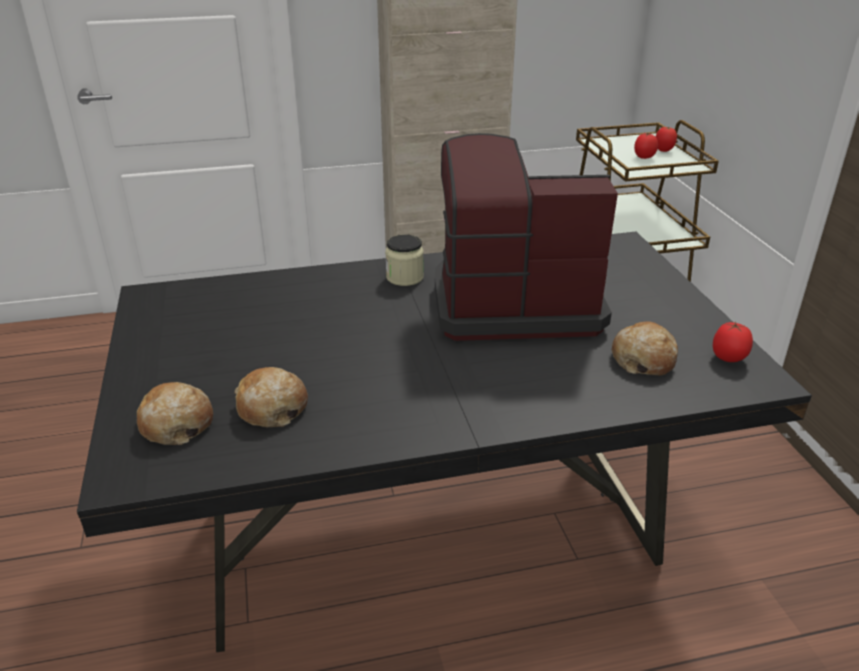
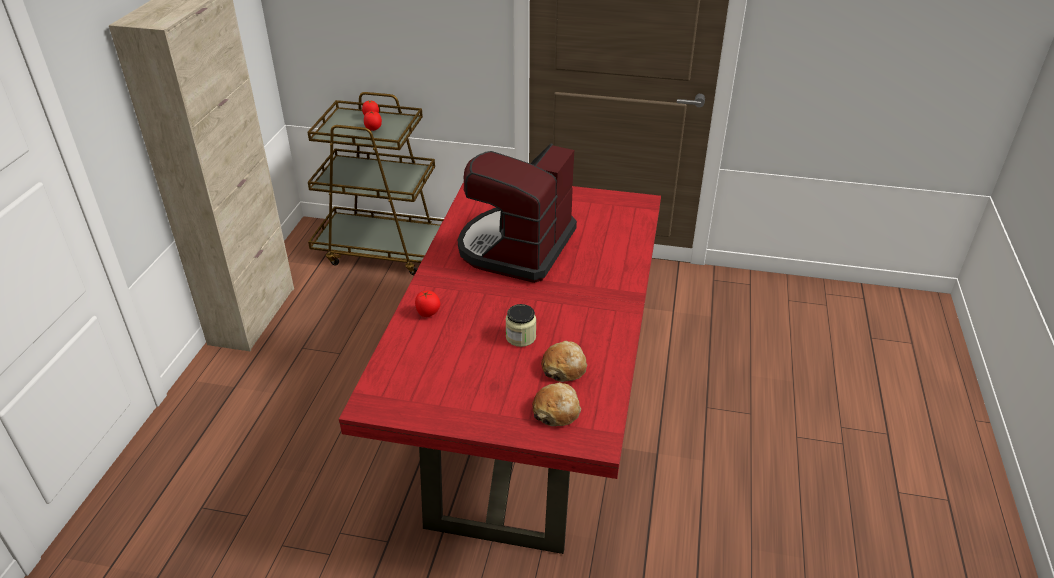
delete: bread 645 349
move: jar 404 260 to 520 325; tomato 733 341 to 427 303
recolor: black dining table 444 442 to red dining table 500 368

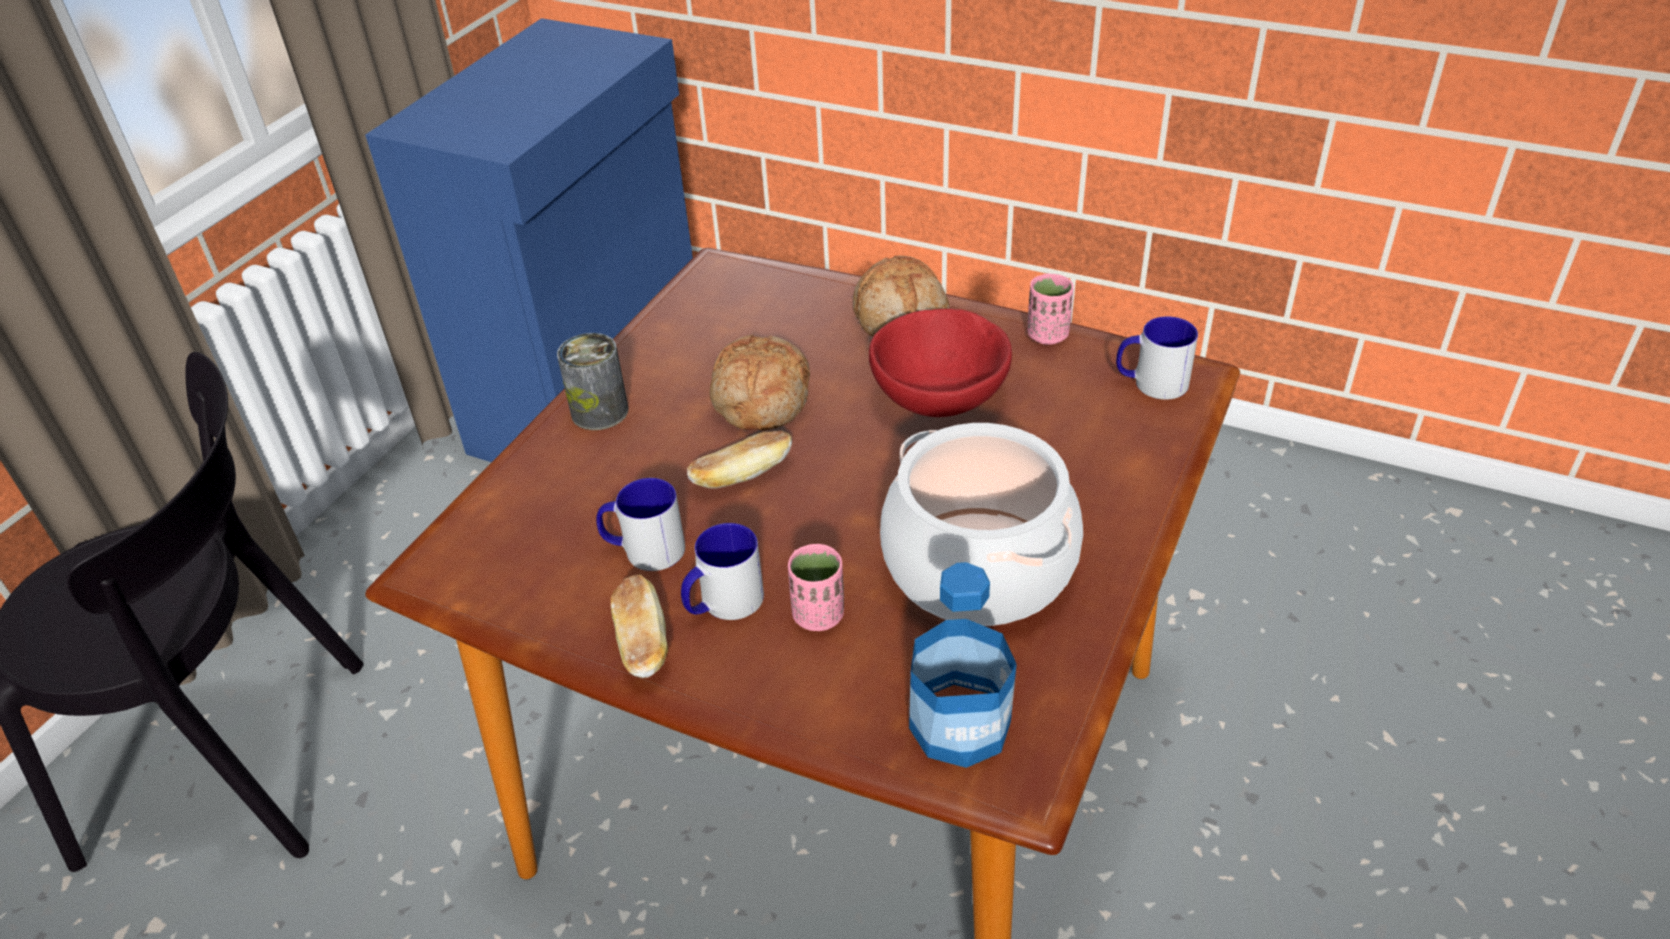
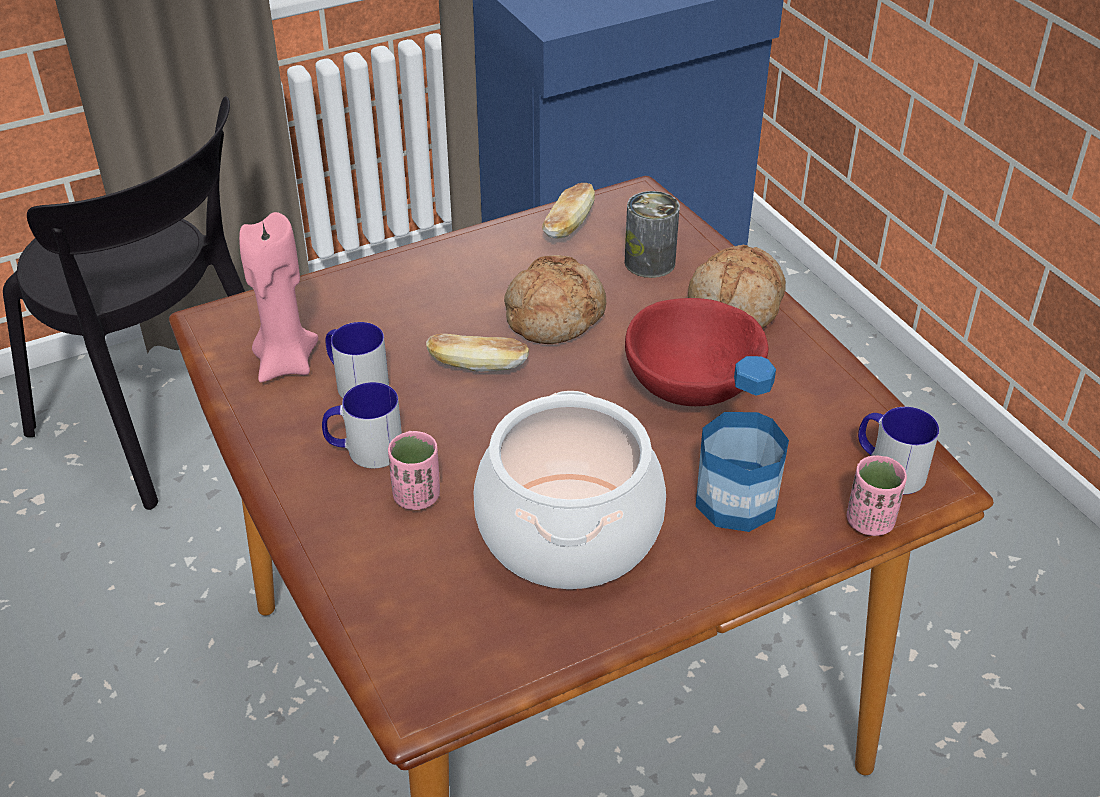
insert: pink candle 278 297
move: can 593 381 to 652 234; bread 639 626 to 568 210; bottle 963 665 to 742 444; pink cup 1050 309 to 877 495

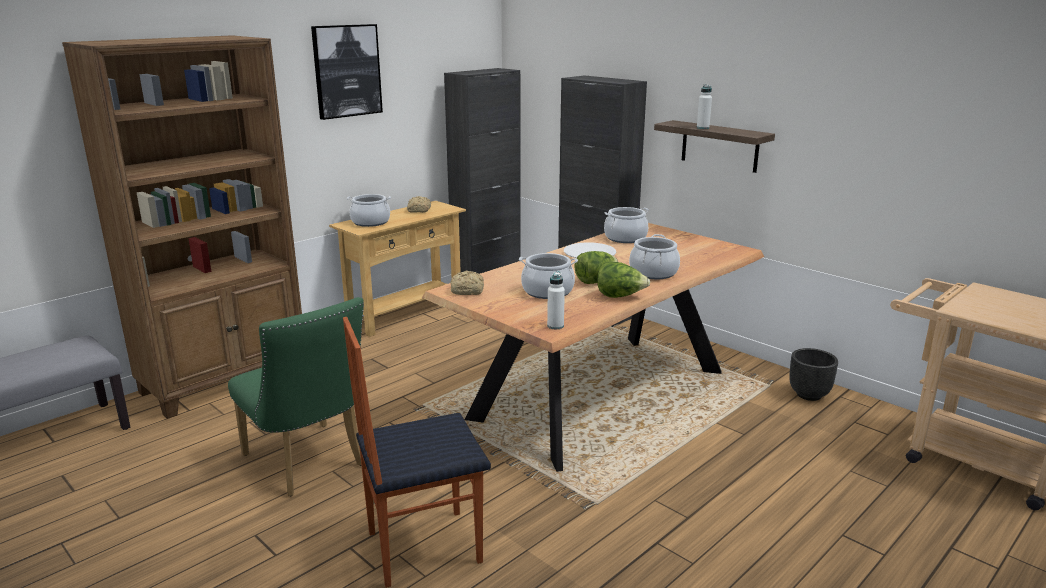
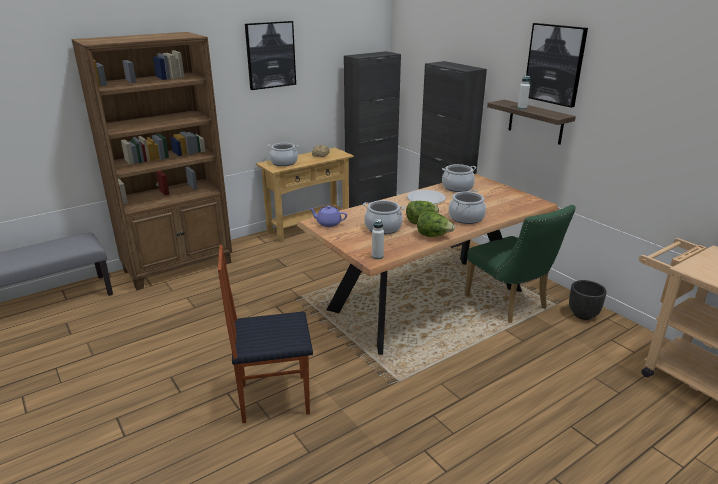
insert: picture 557 65
move: green chair 296 396 to 520 264
replace: bread 467 282 to purple teapot 328 216

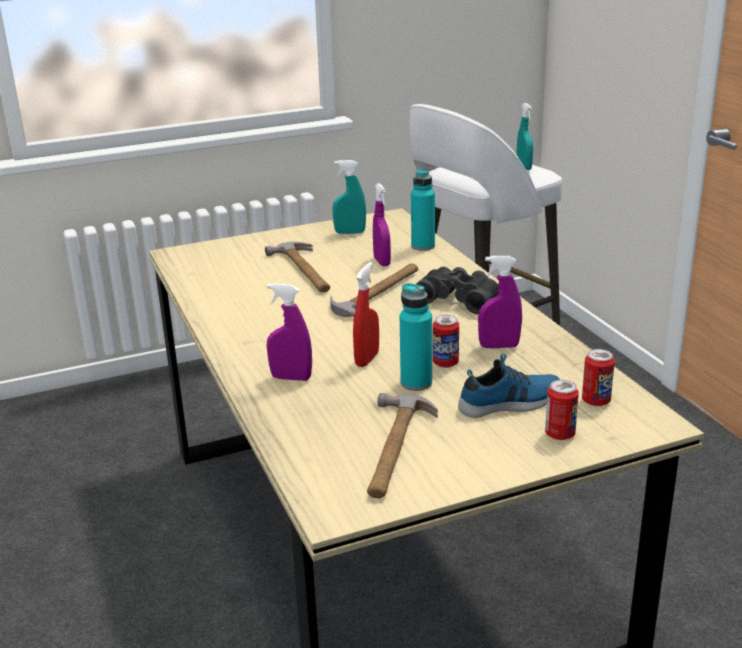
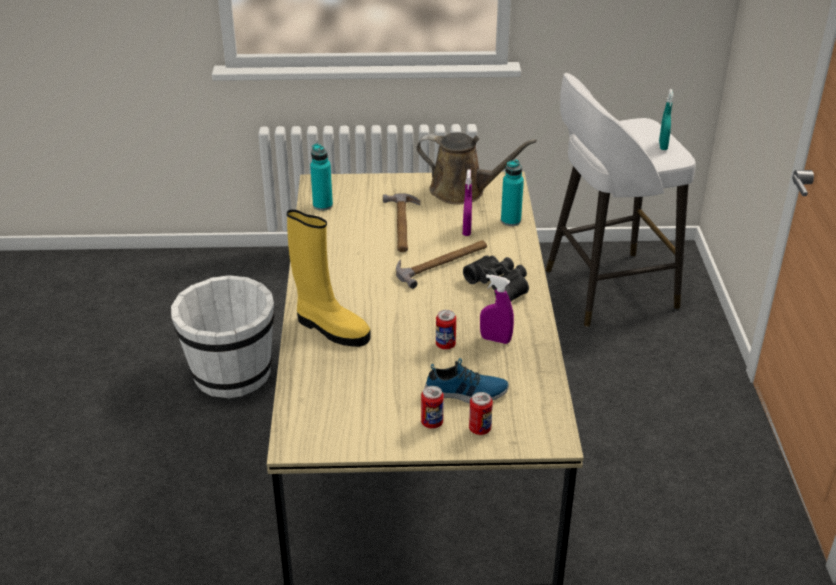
delete: red spray bottle 366 314; hammer 402 445
insert: white bucket 222 337
move: turquoise bottle 416 337 to 321 177; can 598 377 to 432 407
replace: purple spray bottle 289 332 to yellow boot 329 278; turquoise spray bottle 349 197 to brown watering can 476 168

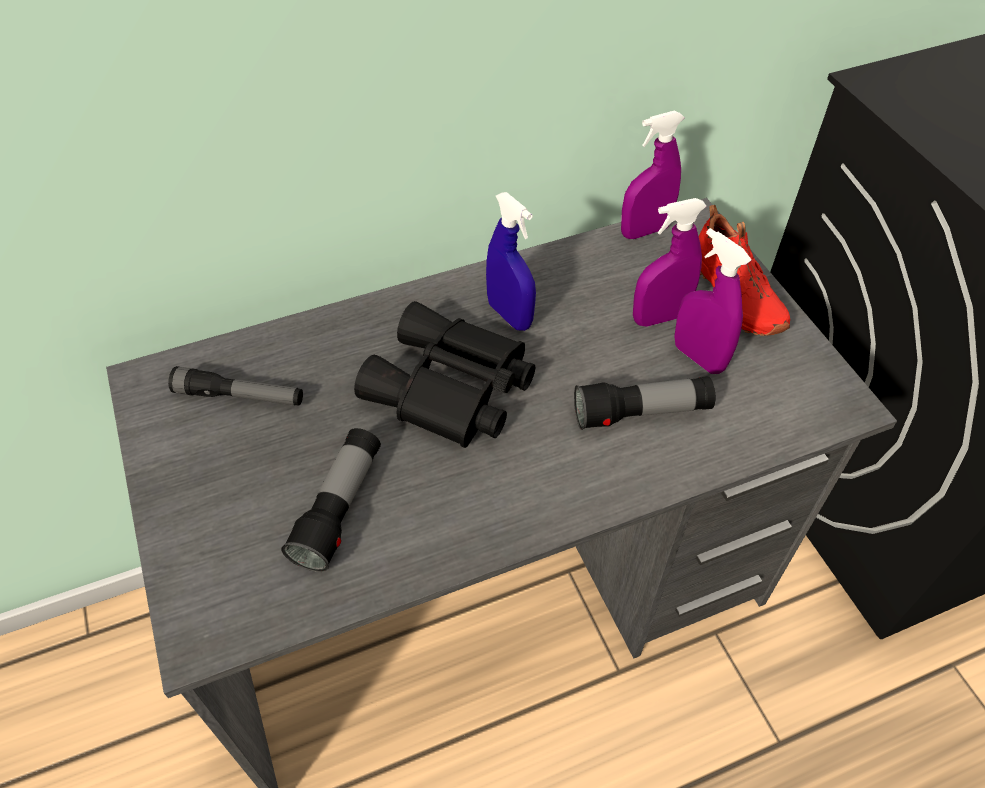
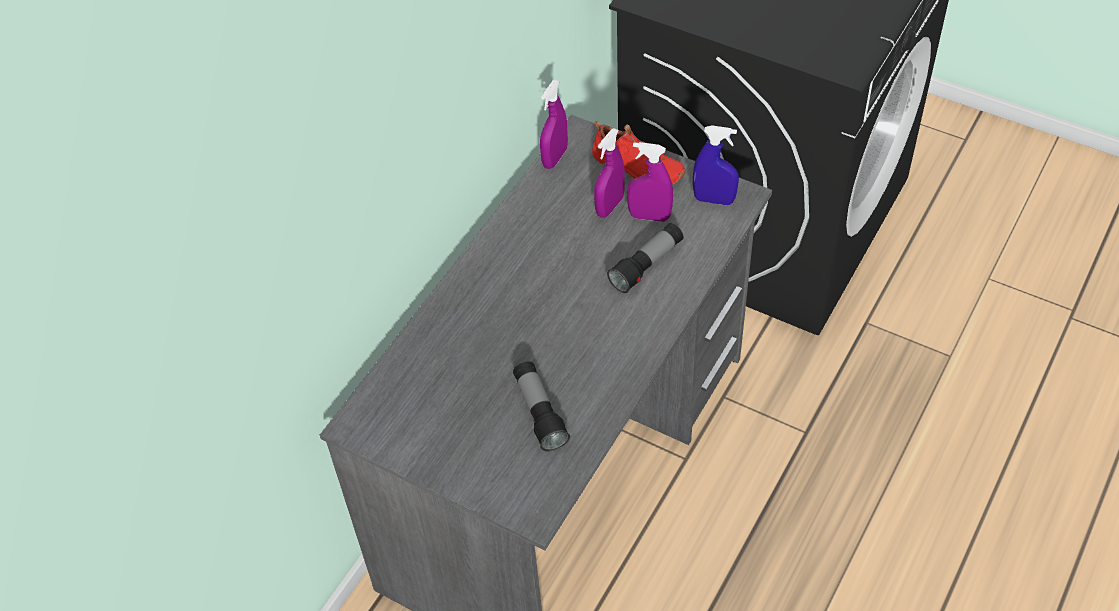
delete: flashlight 235 386; black binoculars 444 374
move: blue spray bottle 511 261 to 716 165

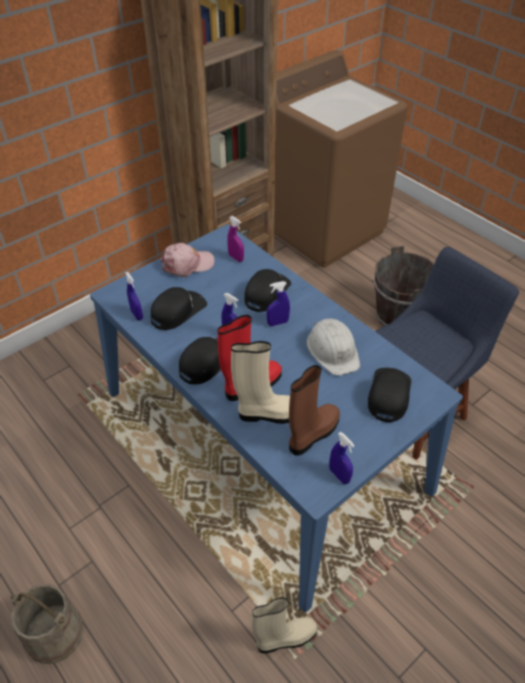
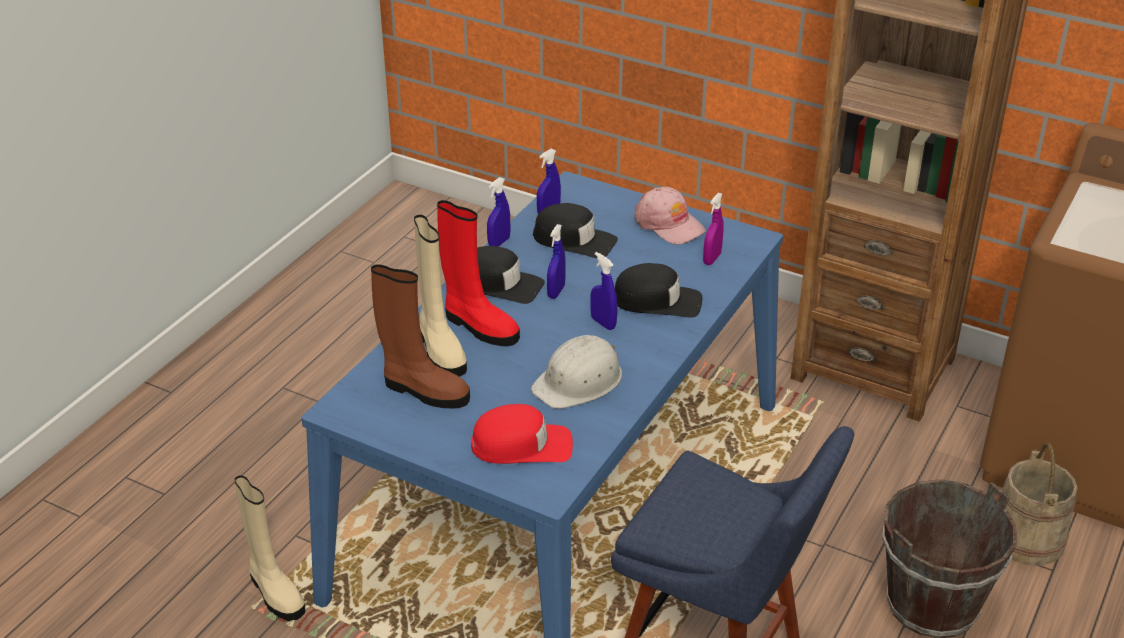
move: beige bucket 47 624 to 1040 504; blue spray bottle 342 458 to 498 212
recolor: black cap 389 395 to red cap 522 434

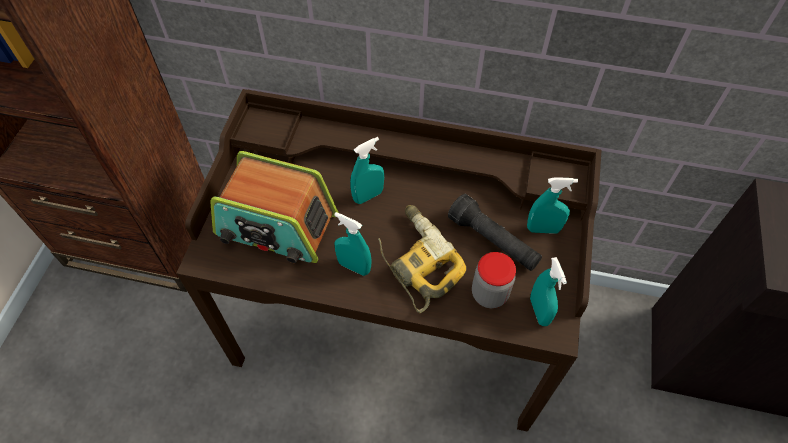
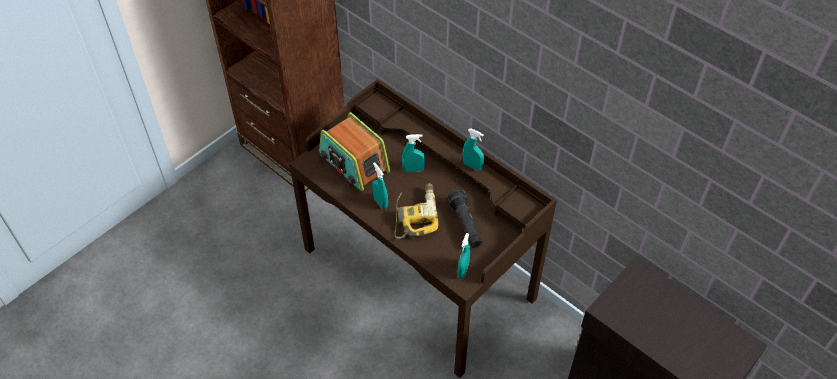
delete: jar 494 280
move: turquoise spray bottle 552 205 to 473 150

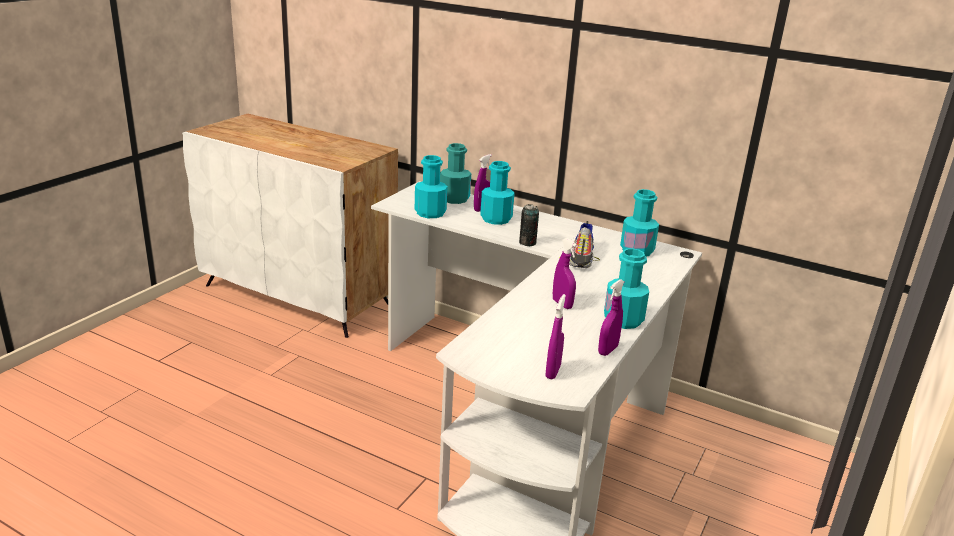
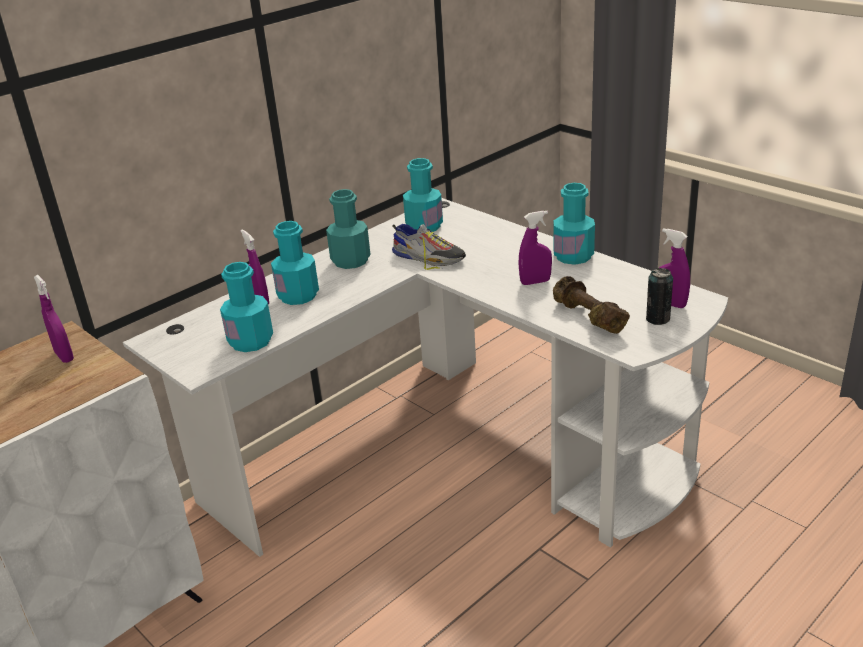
insert: brown dumbbell 591 305
move: turquoise bottle 455 173 to 348 229; can 529 225 to 659 296; purple spray bottle 611 317 to 54 319

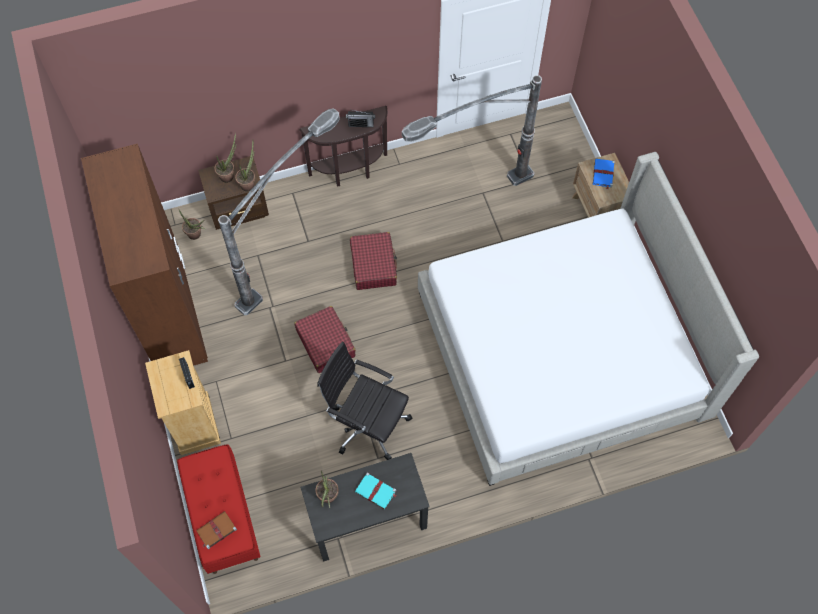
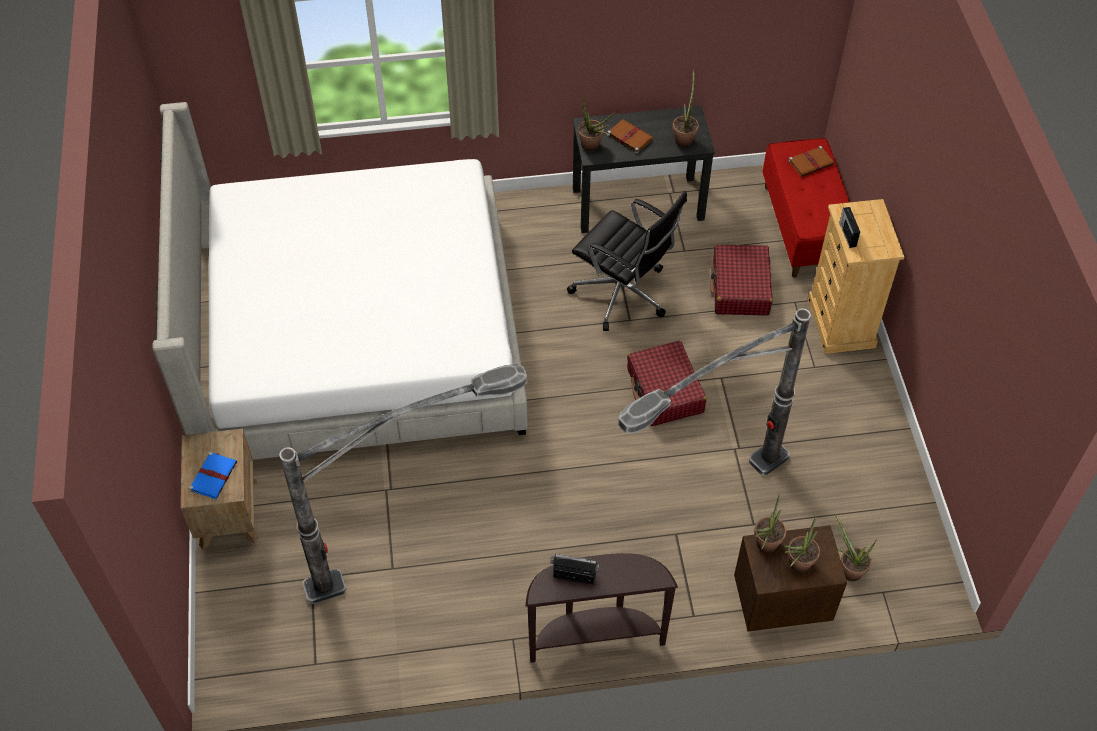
delete: brown wardrobe 144 255
insert: potted plant 596 123
move: red suitcase 373 261 to 741 280
recolor: turquoise book 376 490 to brown book 630 136

